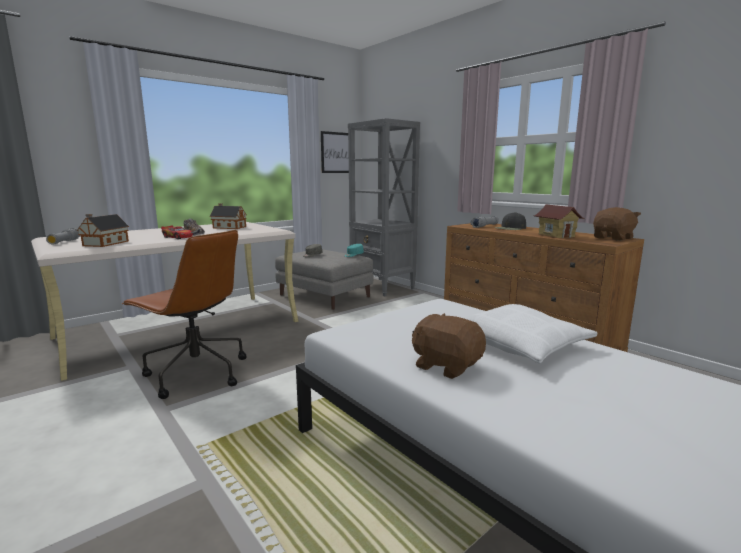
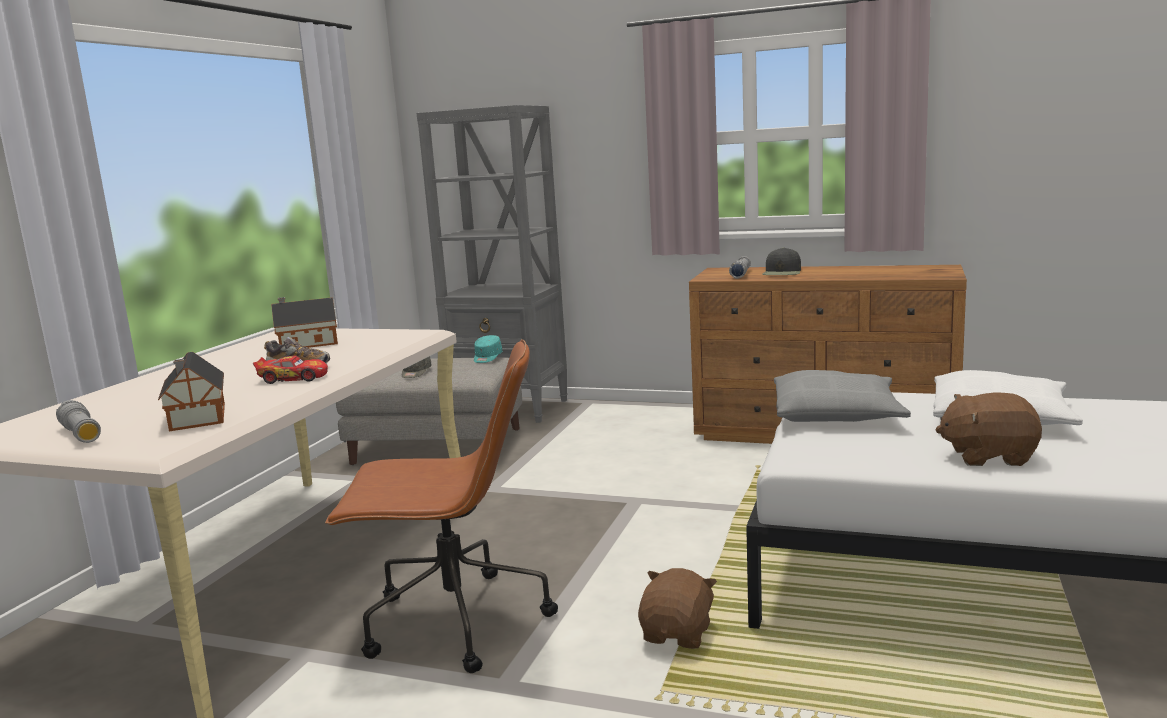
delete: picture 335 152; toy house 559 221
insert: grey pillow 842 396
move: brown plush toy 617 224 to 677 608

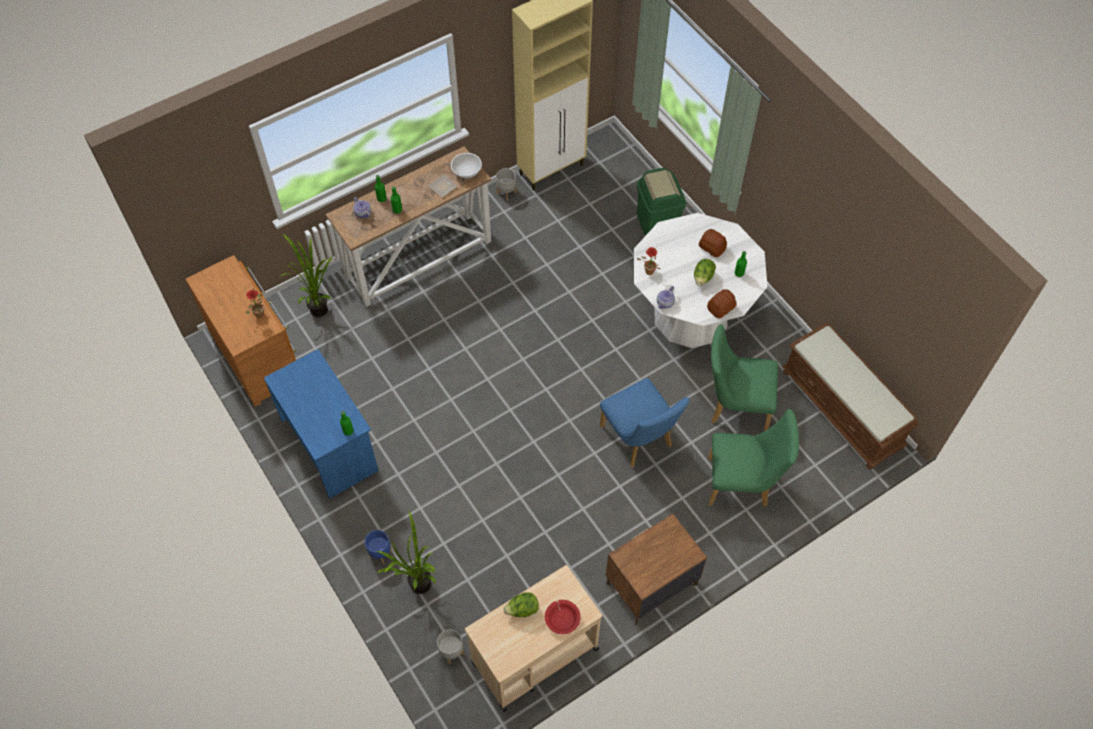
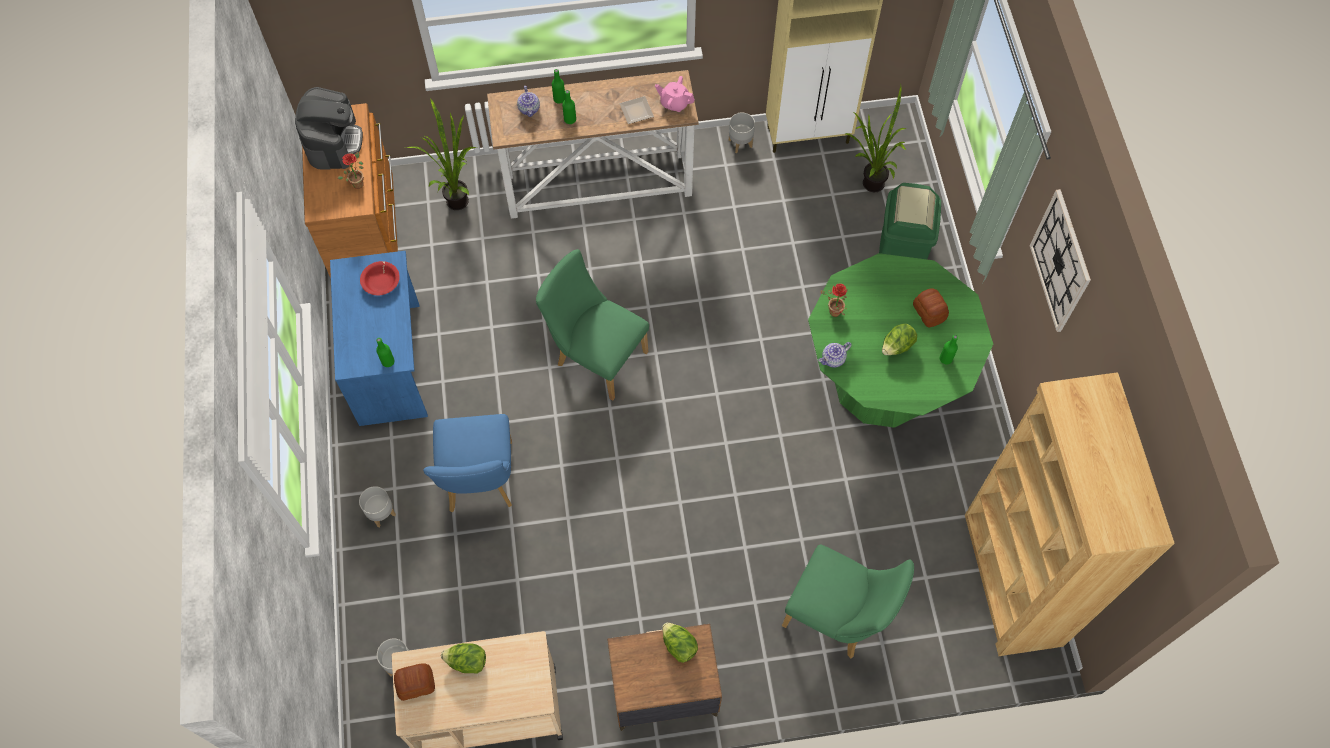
insert: coffee machine 329 128; lettuce 680 643; wall clock 1060 260
move: potted plant 406 552 to 875 138; red bowl 563 617 to 380 278; blue chair 645 422 to 467 463; bread 722 303 to 414 682; green chair 744 377 to 592 325
replace: white bowl 466 166 to pink teapot 675 94; brown bench 850 396 to brown bookcase 1070 514
recolor: blue planter 378 547 to grey planter 377 506; white dining table 700 280 to green dining table 900 340

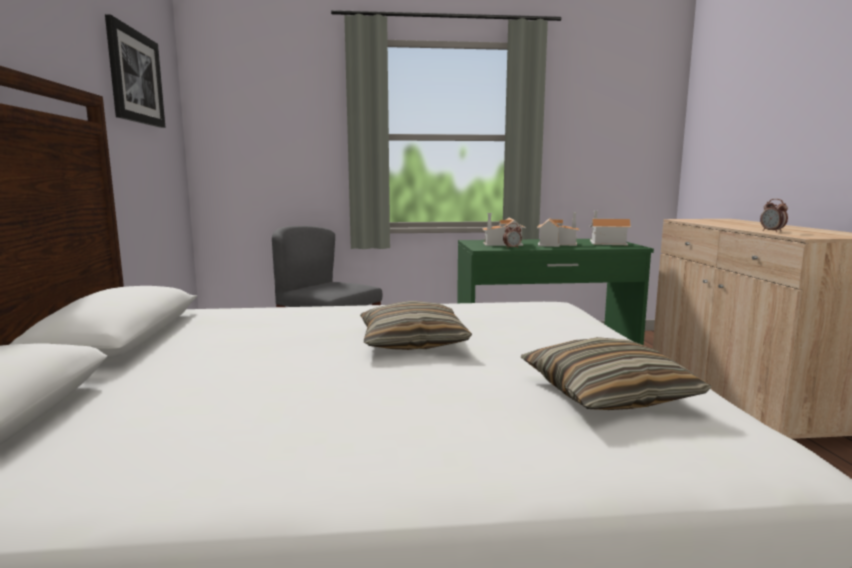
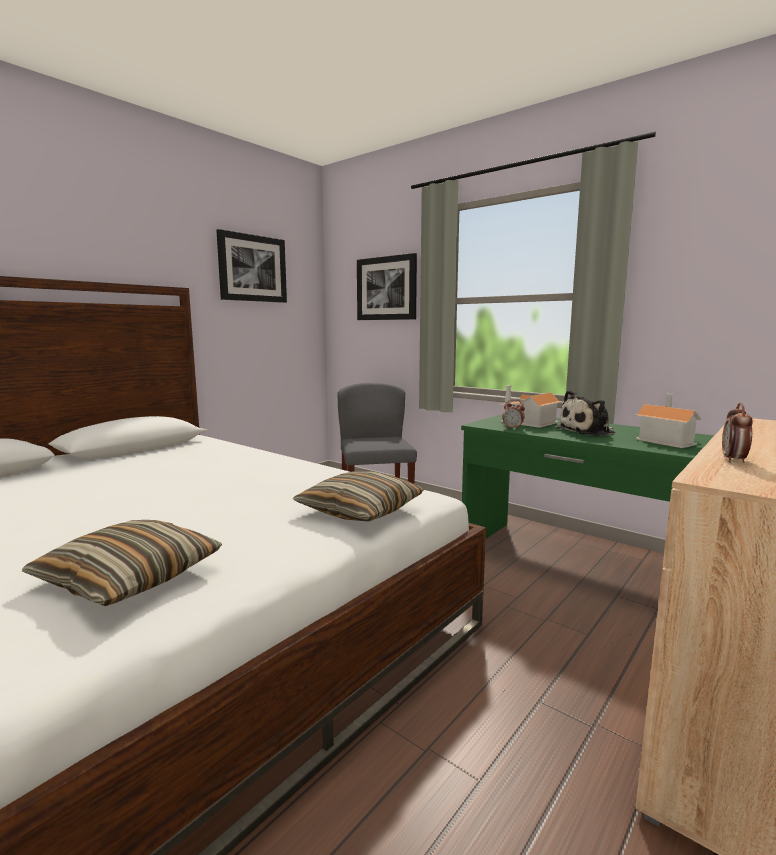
insert: picture 387 286
move: pillow 416 325 to 358 496
replace: toy house 558 229 to plush toy 585 413

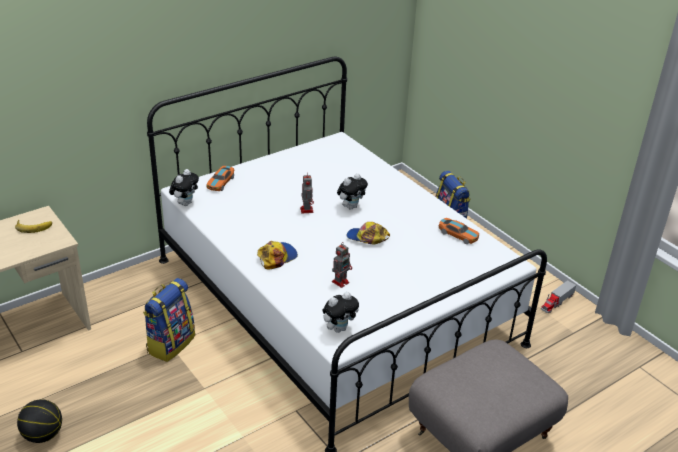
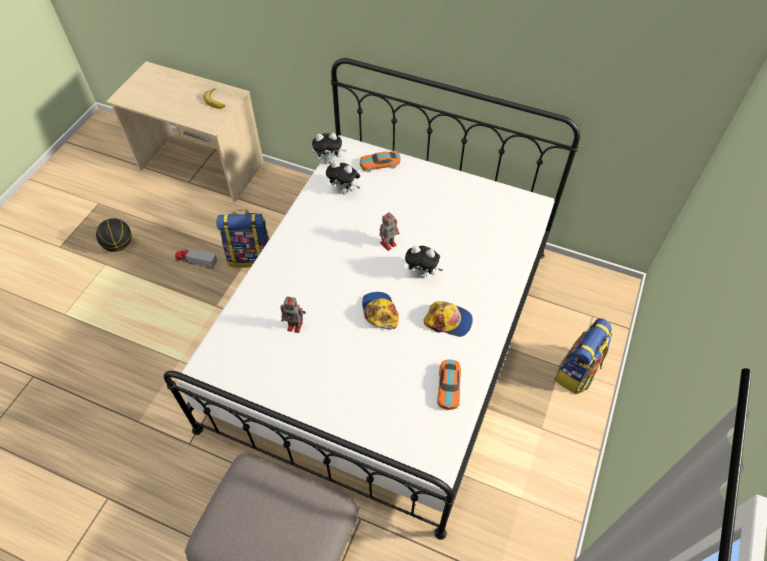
move: cap 277 255 to 448 319; plush toy 340 312 to 343 178; toy truck 558 296 to 196 259

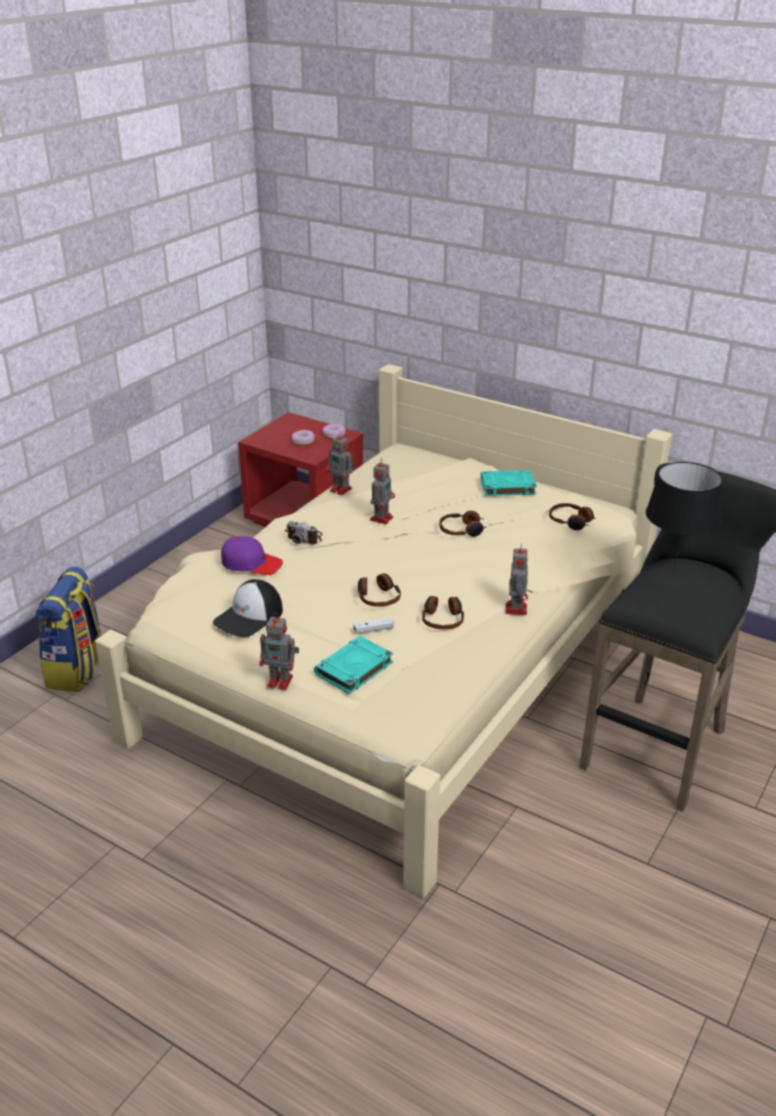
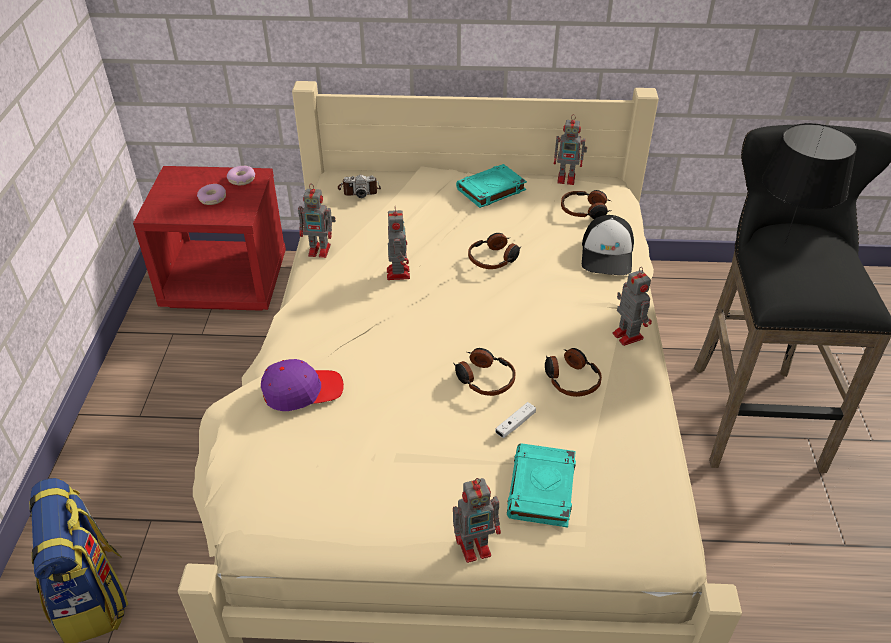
insert: toy robot 570 149
move: cap 248 608 to 608 245; photo camera 304 532 to 359 186

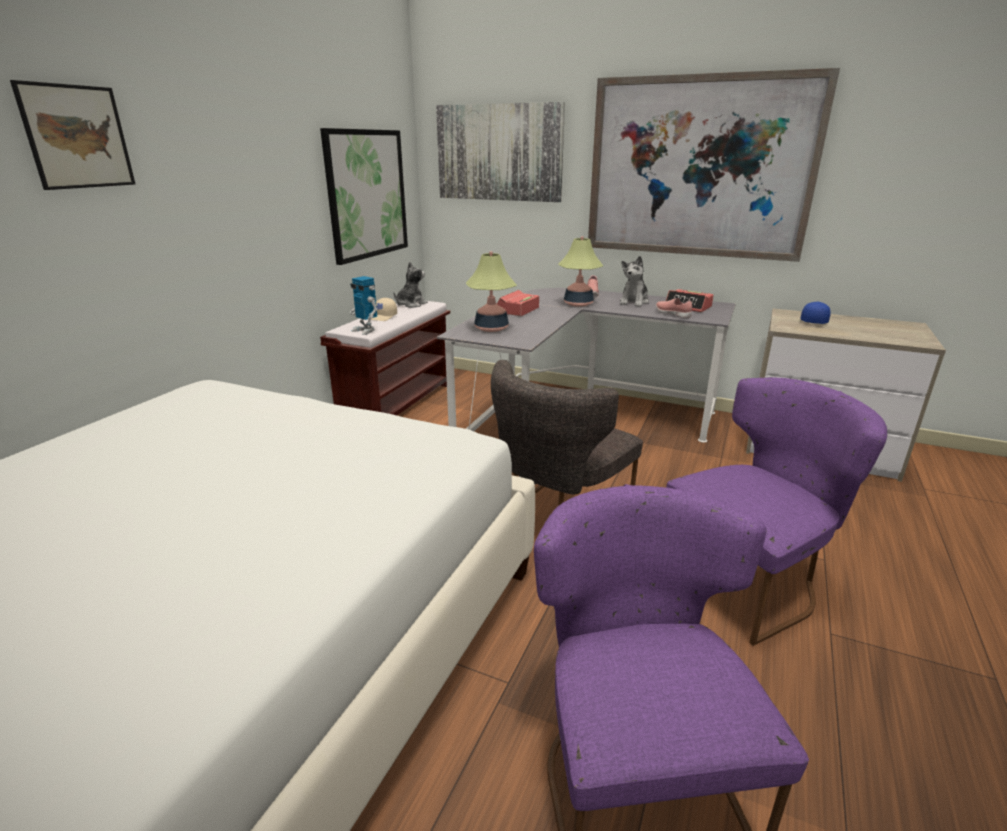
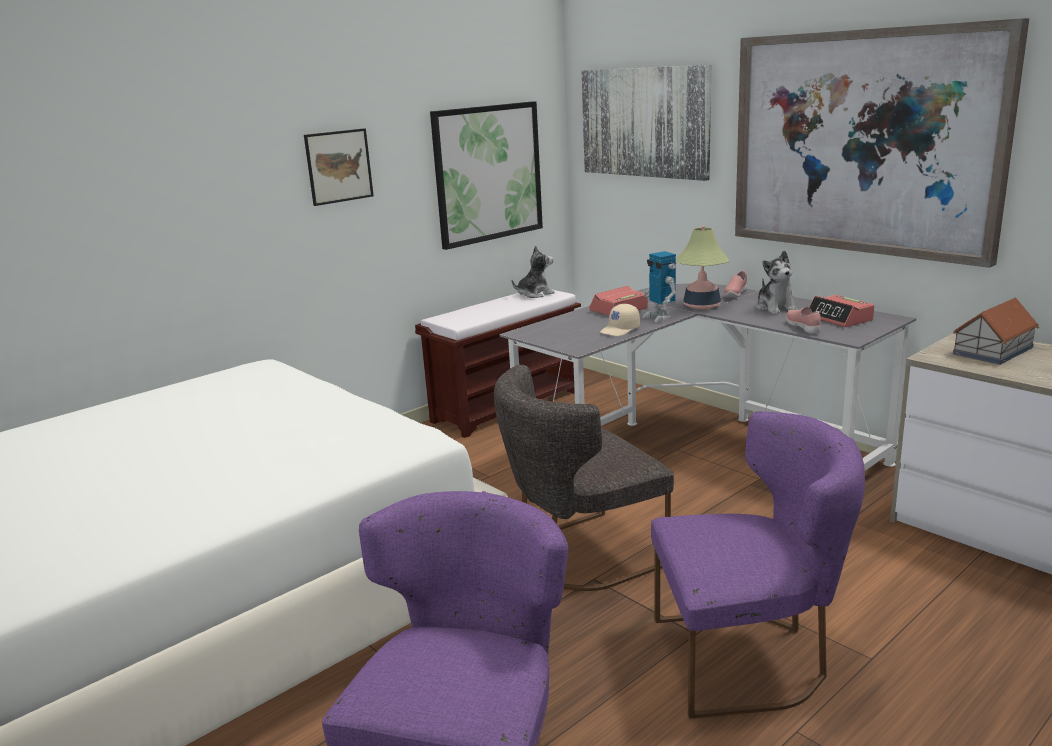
delete: table lamp 491 292
move: picture 72 135 to 339 167; toy robot 363 305 to 659 287; beige cap 384 309 to 620 320
replace: blue cap 815 313 to toy house 996 331
rotate: plush toy 634 281 = 777 282 60 degrees counterclockwise

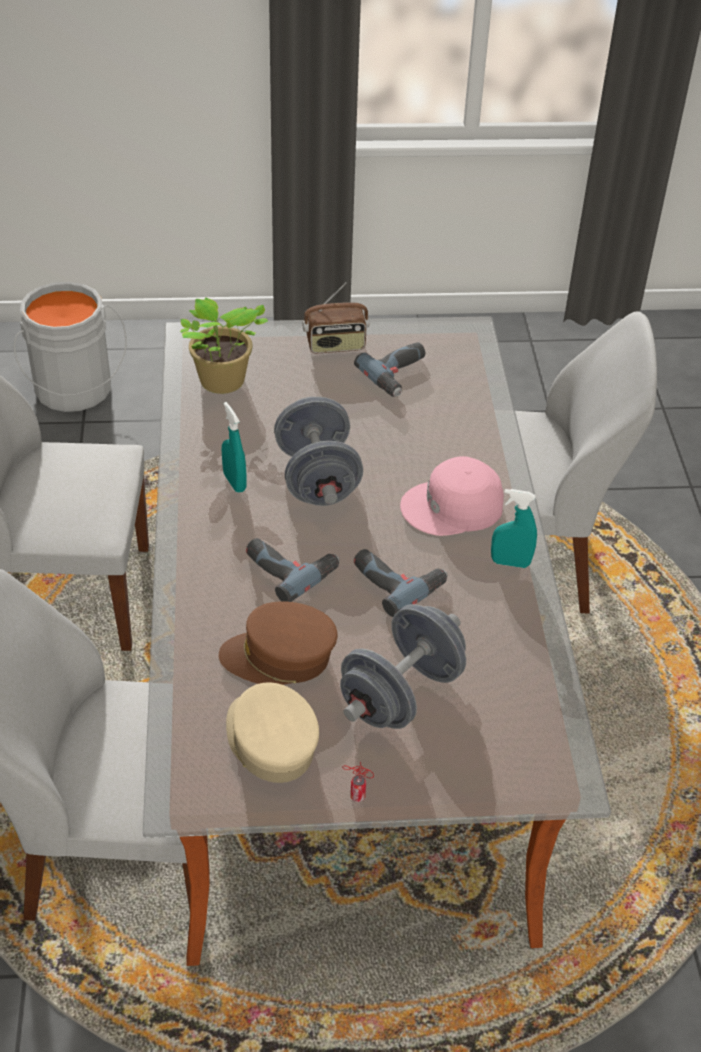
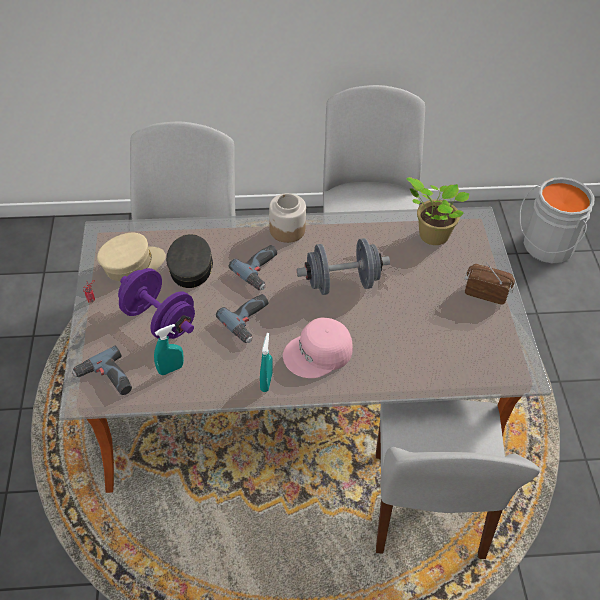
insert: jar 287 218
move: turquoise spray bottle 234 447 to 169 349; power drill 389 369 to 101 370
recolor: brown cap 278 643 to grey cap 189 261; grey dumbbell 403 666 to purple dumbbell 156 303
rotate: radio 336 317 = 489 283 120 degrees clockwise; pink cap 452 496 = 318 348 105 degrees counterclockwise

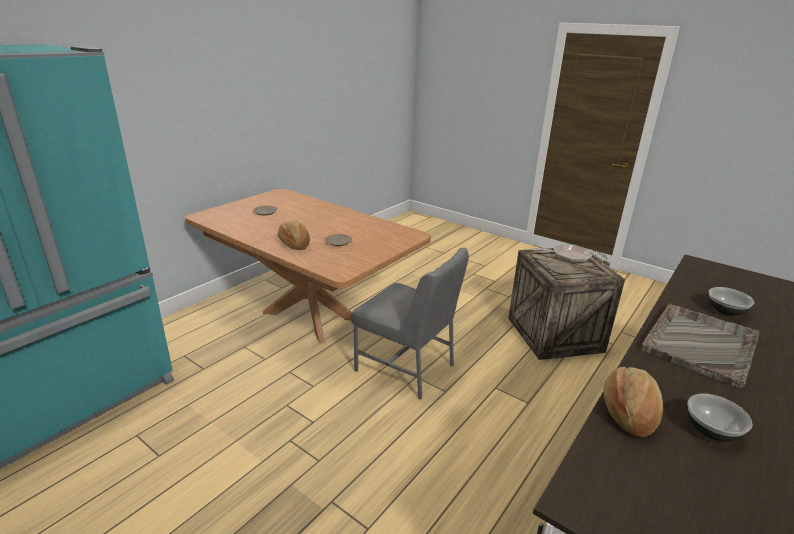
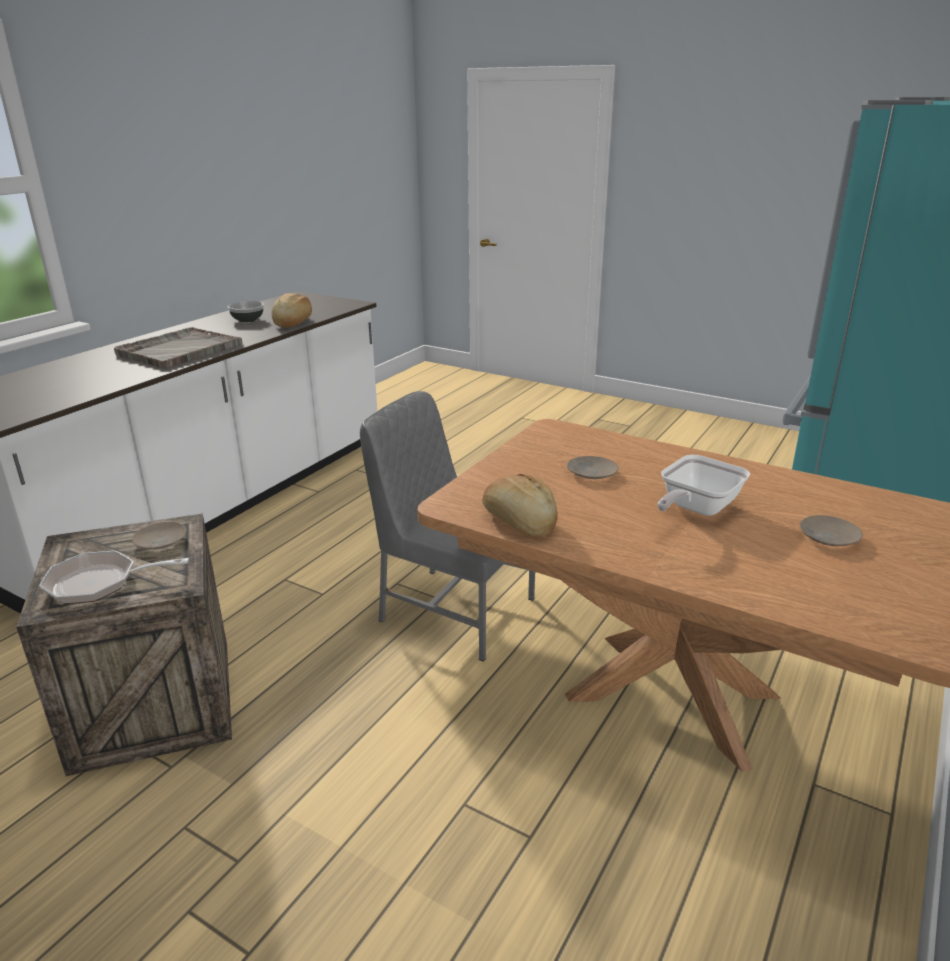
delete: bowl 731 301
insert: frying pan 703 485
move: bread 294 235 to 519 505

